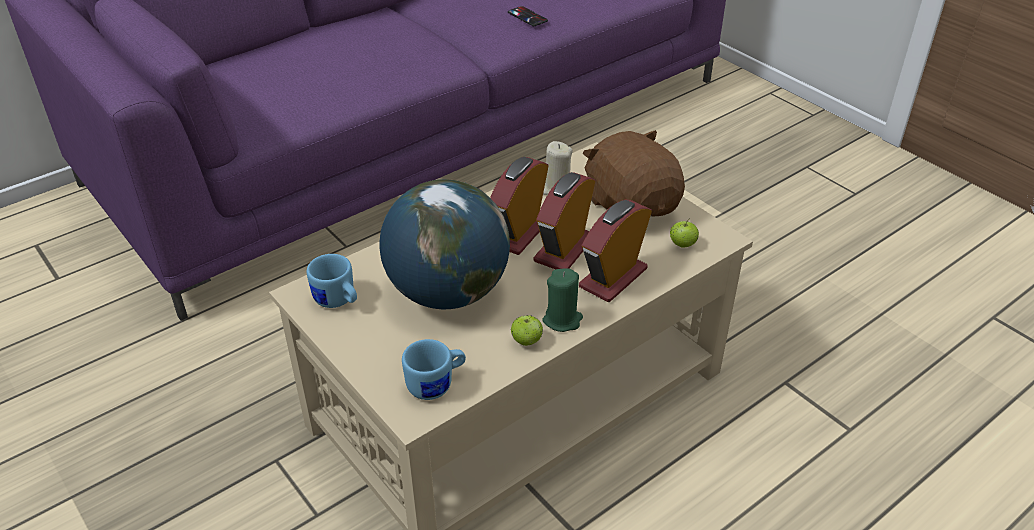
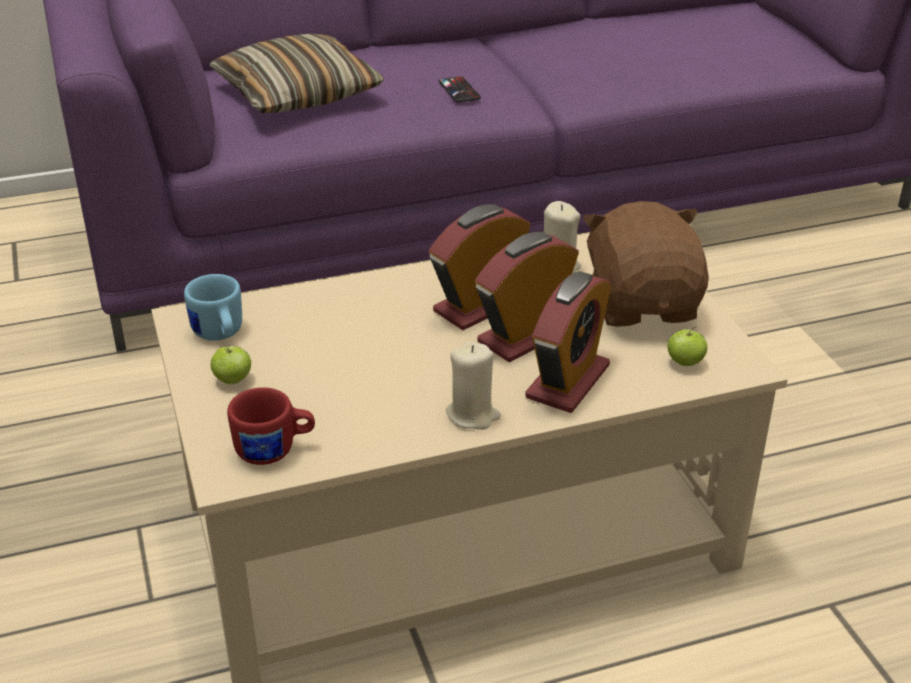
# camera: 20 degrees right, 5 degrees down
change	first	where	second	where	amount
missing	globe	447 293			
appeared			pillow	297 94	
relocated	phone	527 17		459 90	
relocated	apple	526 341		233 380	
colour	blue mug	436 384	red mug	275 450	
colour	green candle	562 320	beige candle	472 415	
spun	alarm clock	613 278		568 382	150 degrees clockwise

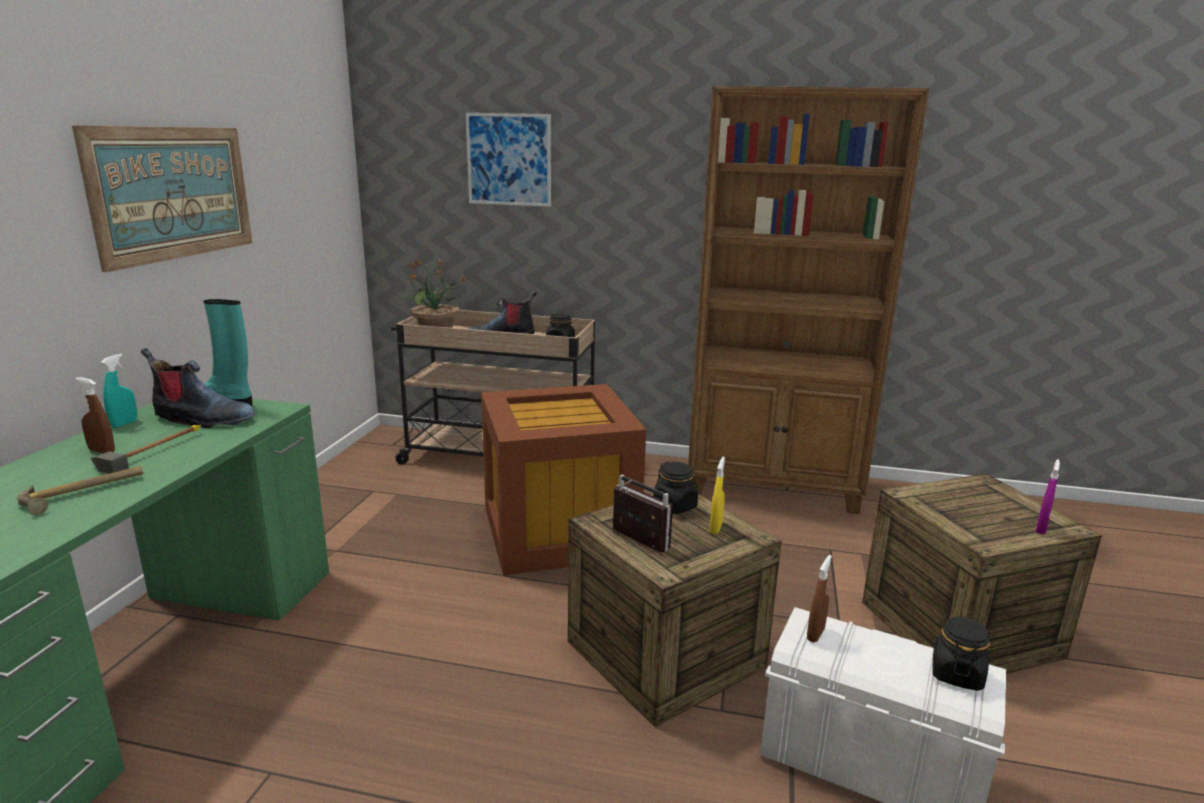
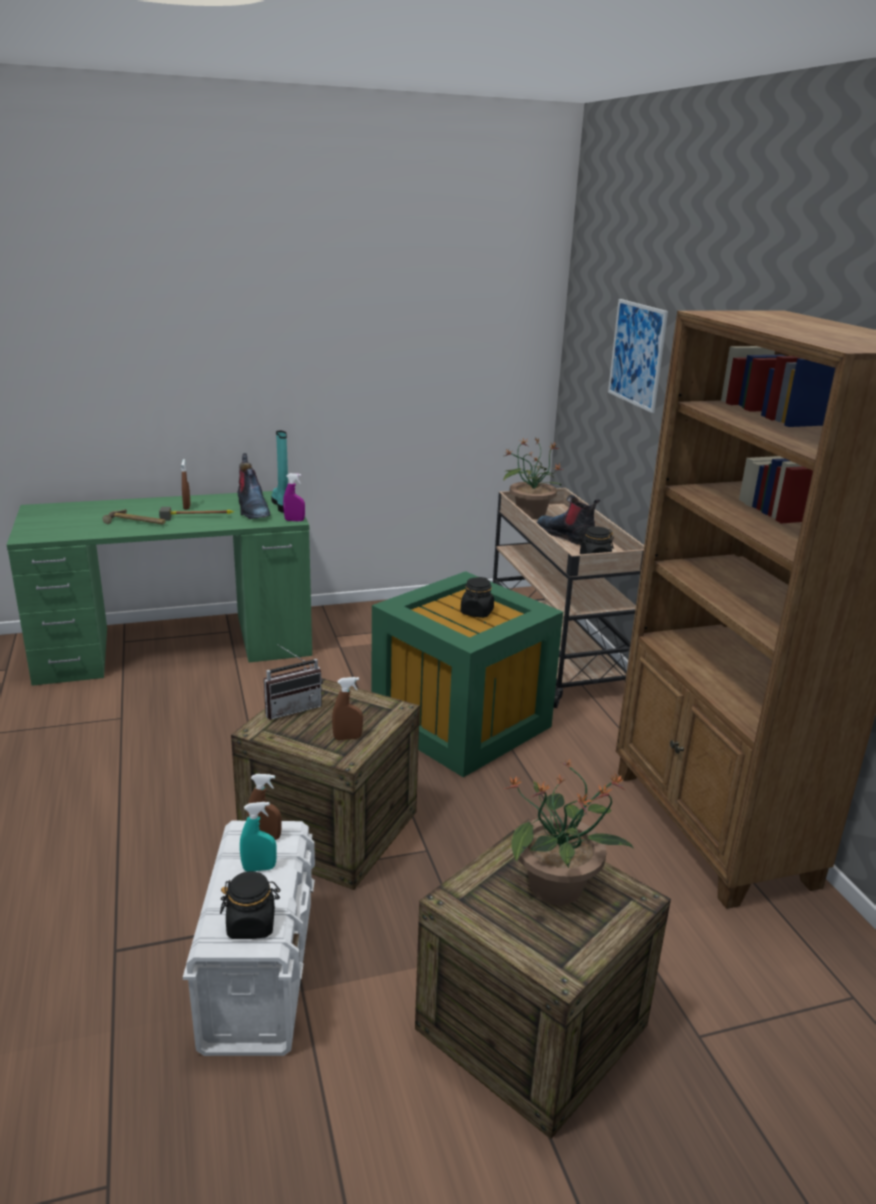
# camera: 60 degrees right, 5 degrees up
change	first	where	second	where	amount
missing	picture	173 193			
appeared			potted plant	558 886	
relocated	turquoise spray bottle	124 423		259 868	
relocated	black jar	675 506		476 612	
relocated	purple spray bottle	1041 529		294 520	
colour	brown storage box	561 532	green storage box	461 725	
colour	yellow spray bottle	716 528	brown spray bottle	347 738	
spun	radio	634 542		292 708	45 degrees clockwise

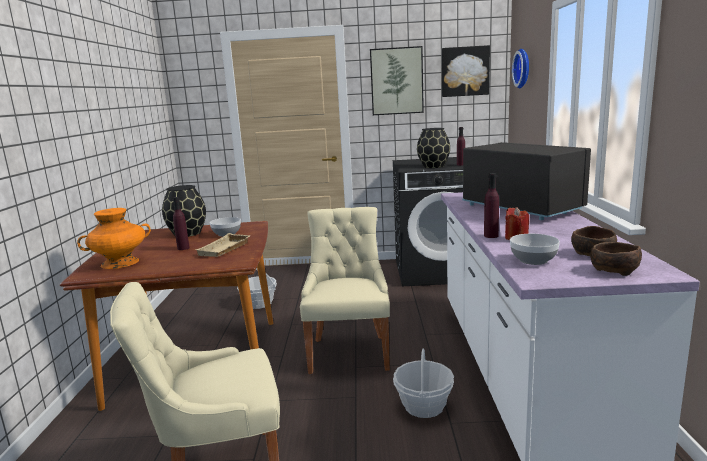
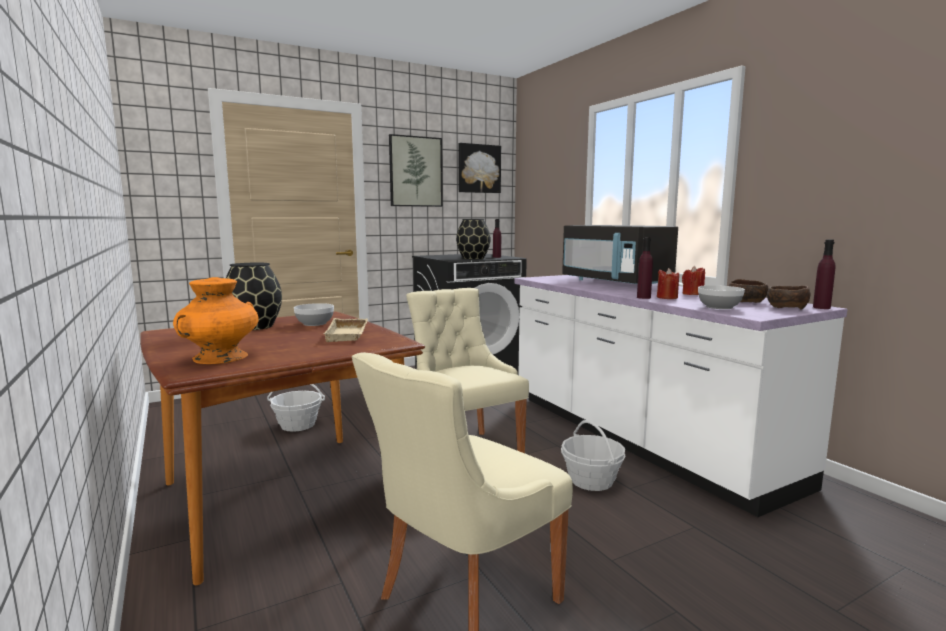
# camera: 30 degrees left, 5 degrees down
change	first	where	second	where	amount
missing	wall clock	523 68			
appeared			red candle	692 294	
relocated	purple bottle	183 248		821 307	
spun	black microwave	521 208		615 283	150 degrees counterclockwise

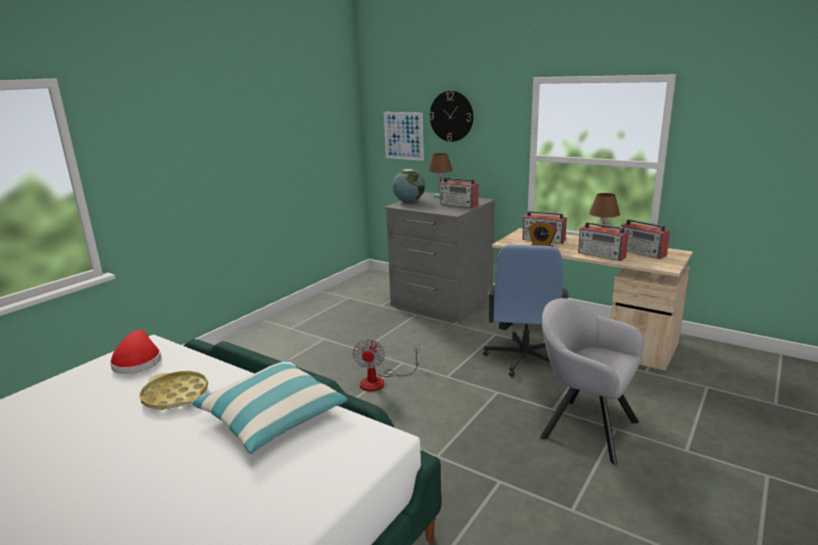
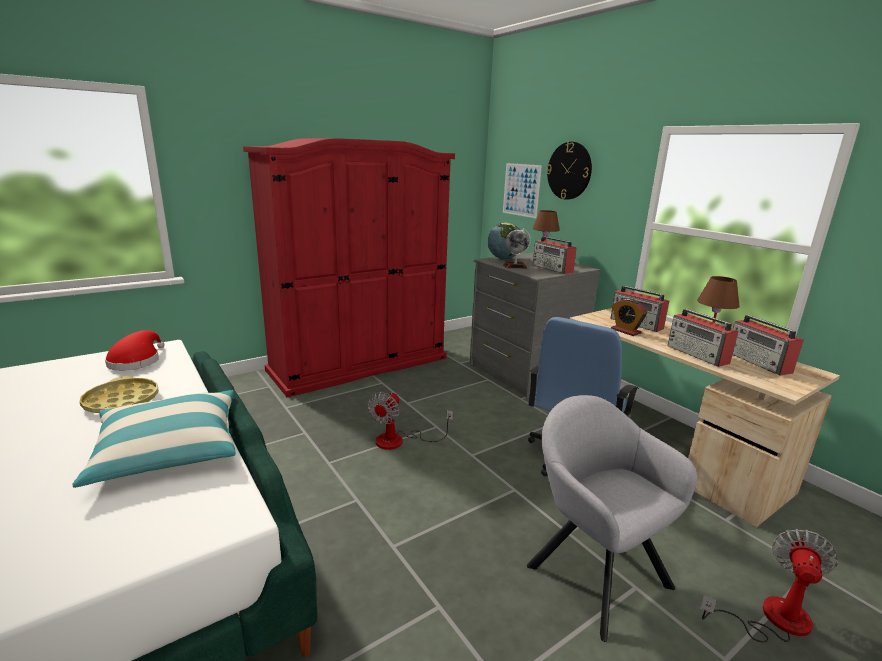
# camera: 20 degrees right, 0 degrees up
change	first	where	second	where	amount
appeared			red wardrobe	359 364	
appeared			globe	515 266	
appeared			fan	771 618	

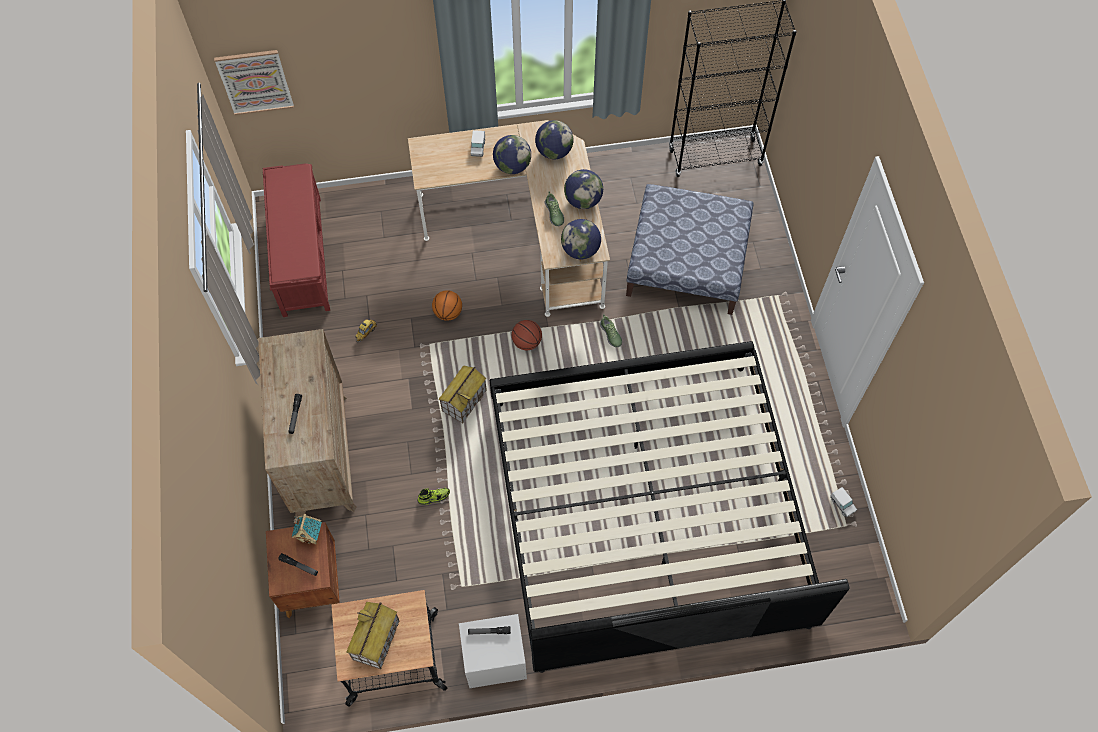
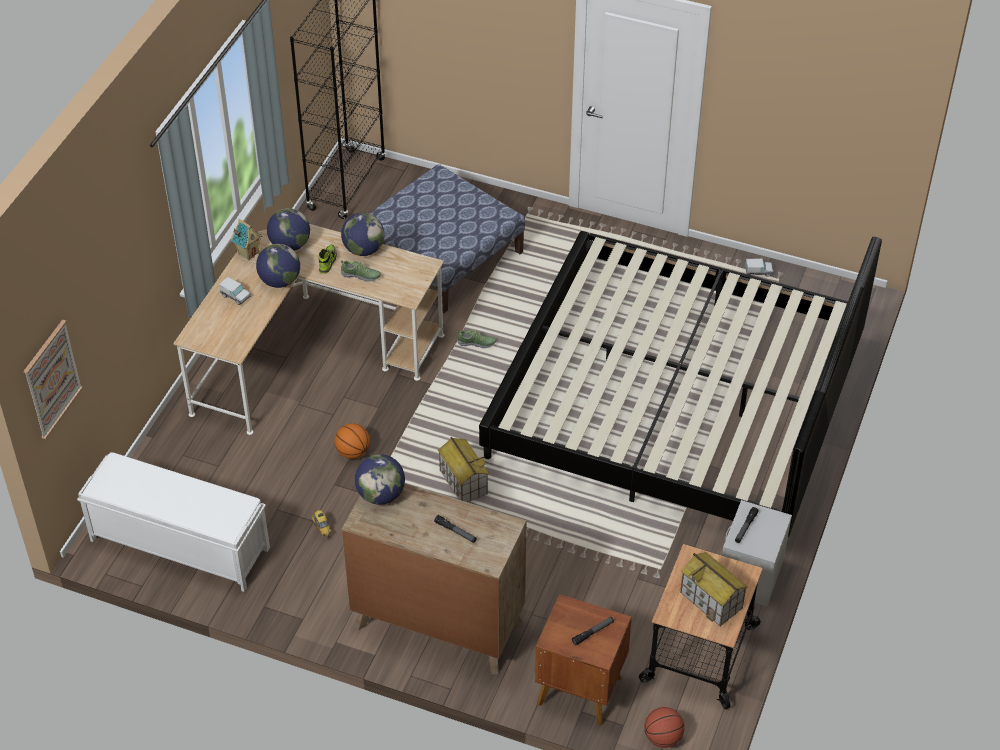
# camera: 60 degrees left, 15 degrees down
change	first	where	second	where	amount
relocated	toy house	311 536		248 253	
relocated	shoe	434 497		327 262	
relocated	basketball	527 342		663 737	
relocated	globe	580 250		381 495	
colour	red bench	302 254	white bench	178 544	

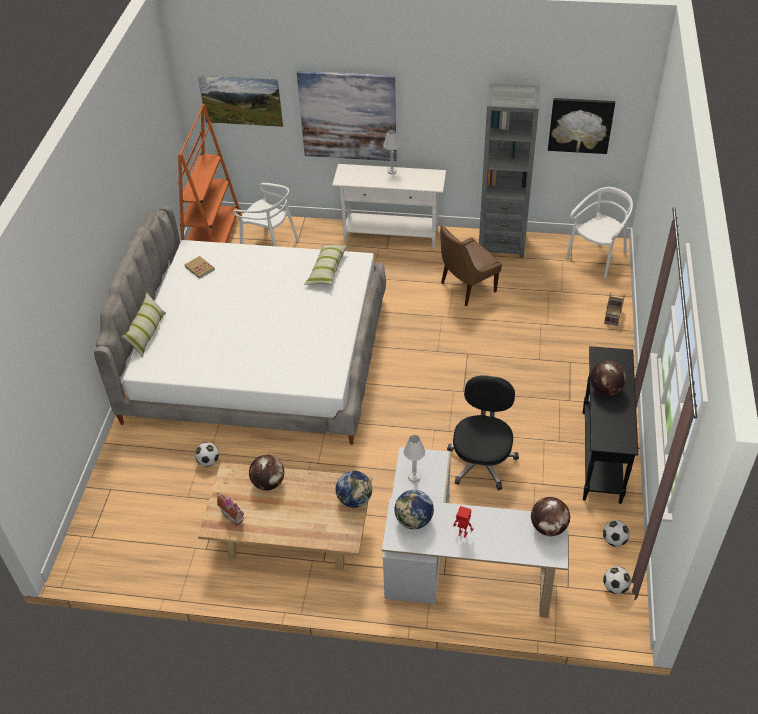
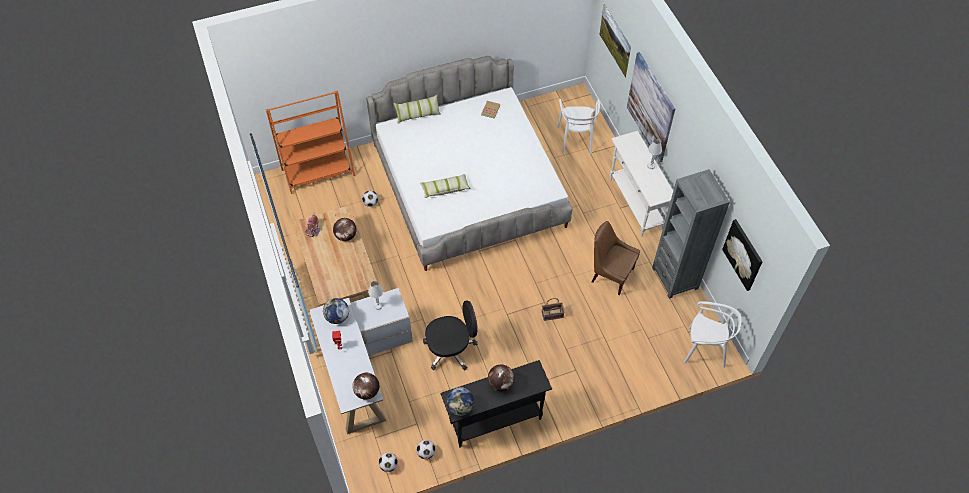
# camera: 60 degrees right, 10 degrees up
change	first	where	second	where	amount
relocated	orange bookcase	213 240		318 173	
relocated	pillow	327 270		445 189	
relocated	globe	355 499		460 407	
relocated	basket	613 317		552 315	

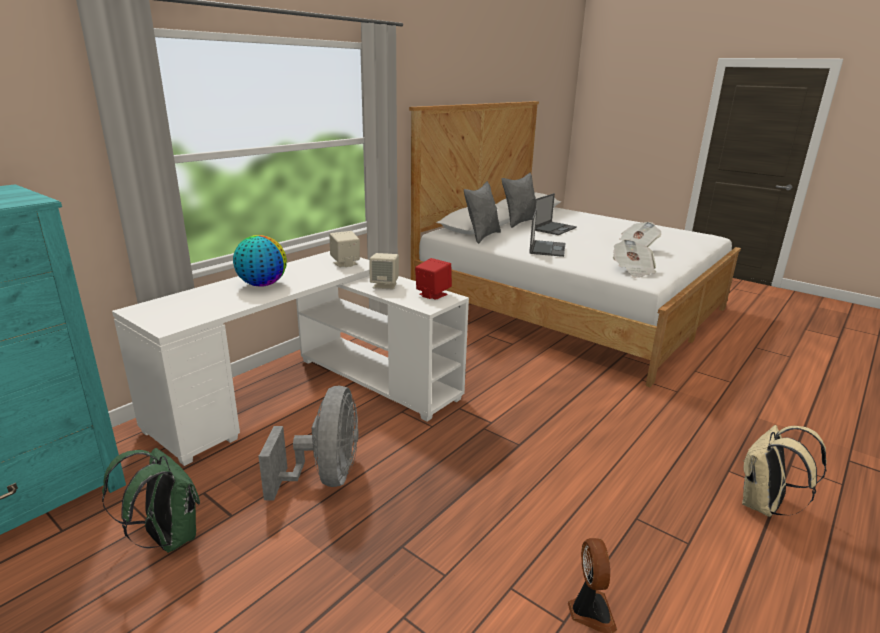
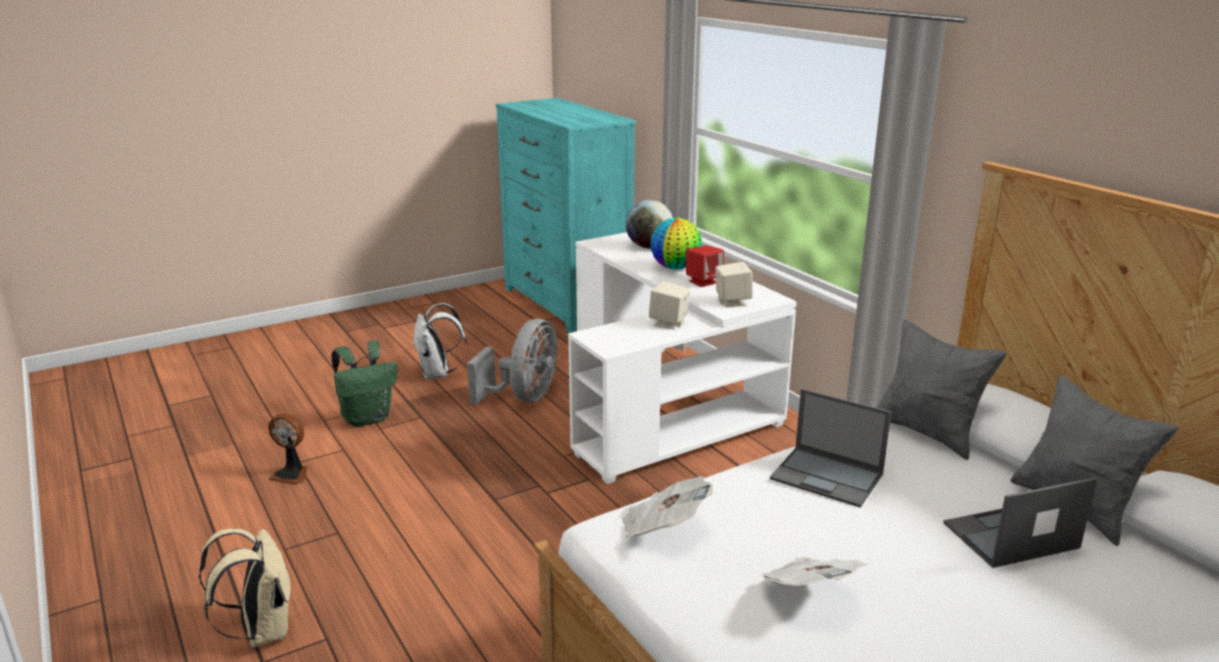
# camera: 110 degrees right, 0 degrees up
change	first	where	second	where	amount
appeared			white backpack	438 374	
appeared			globe	649 247	
relocated	green backpack	167 538		367 418	
relocated	red speaker	432 294		703 281	
spun	grey fan	325 477		524 397	90 degrees counterclockwise
spun	laptop	554 228		1009 536	105 degrees clockwise

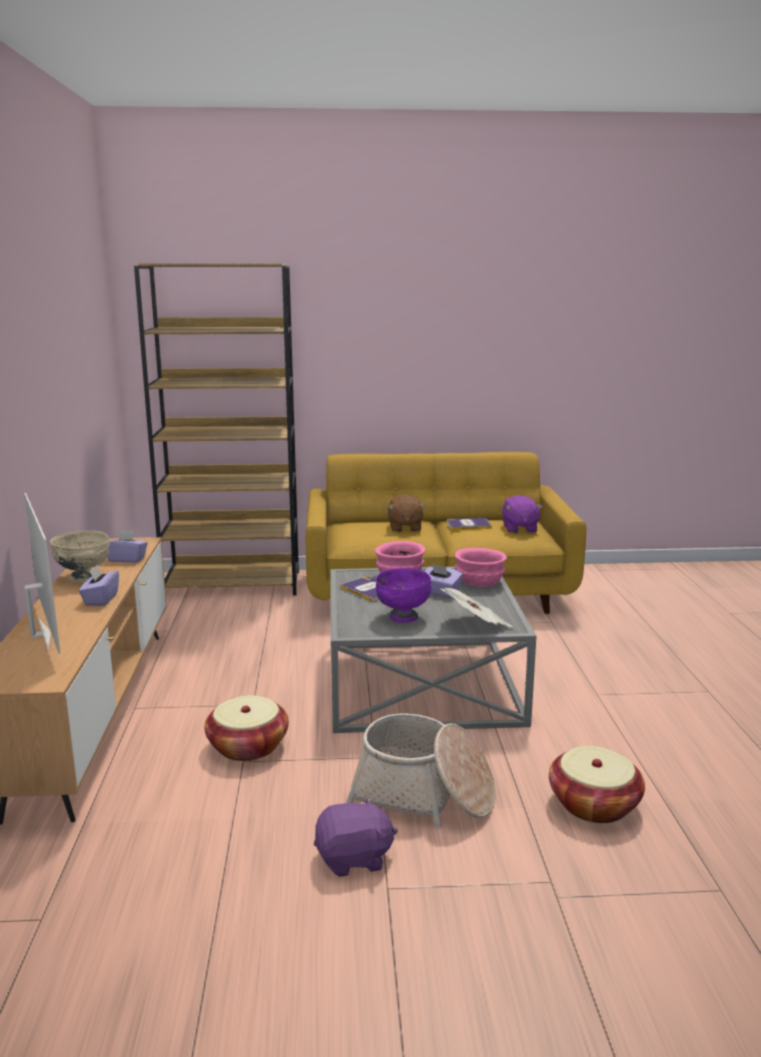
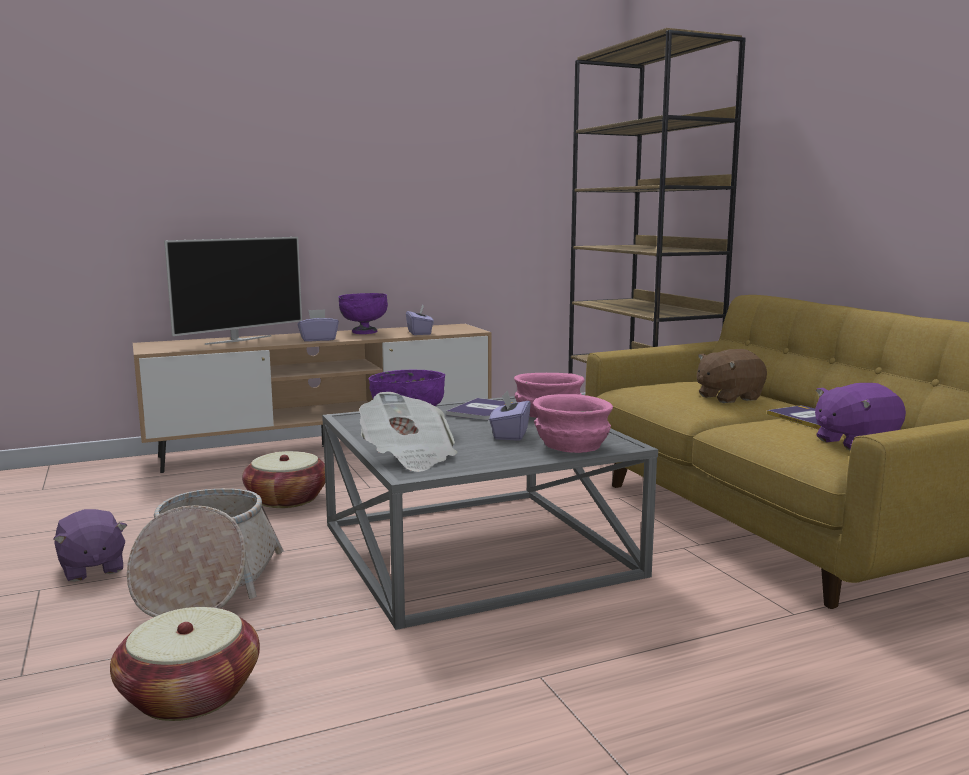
# camera: 70 degrees right, 5 degrees down
change	first	where	second	where	amount
colour	beige bowl	84 578	purple bowl	363 332	

